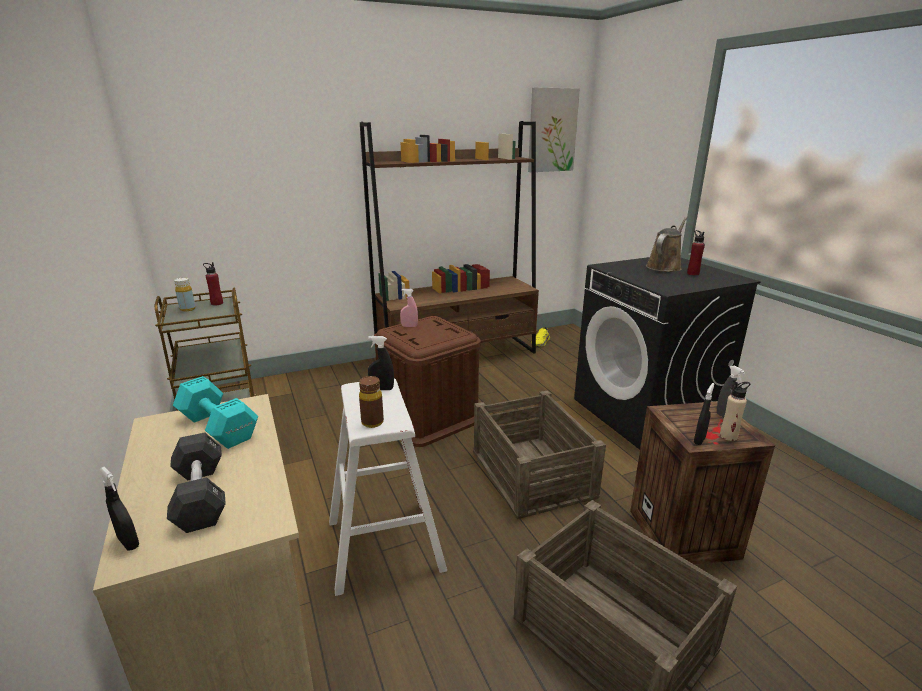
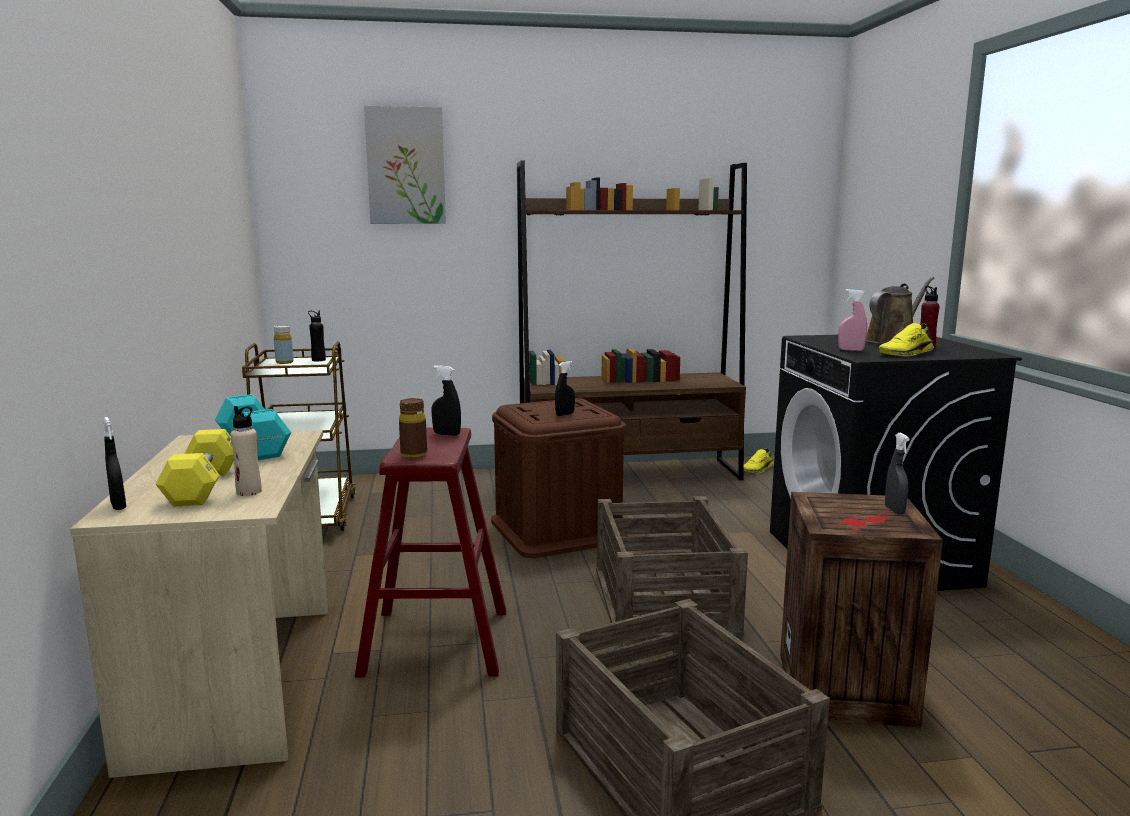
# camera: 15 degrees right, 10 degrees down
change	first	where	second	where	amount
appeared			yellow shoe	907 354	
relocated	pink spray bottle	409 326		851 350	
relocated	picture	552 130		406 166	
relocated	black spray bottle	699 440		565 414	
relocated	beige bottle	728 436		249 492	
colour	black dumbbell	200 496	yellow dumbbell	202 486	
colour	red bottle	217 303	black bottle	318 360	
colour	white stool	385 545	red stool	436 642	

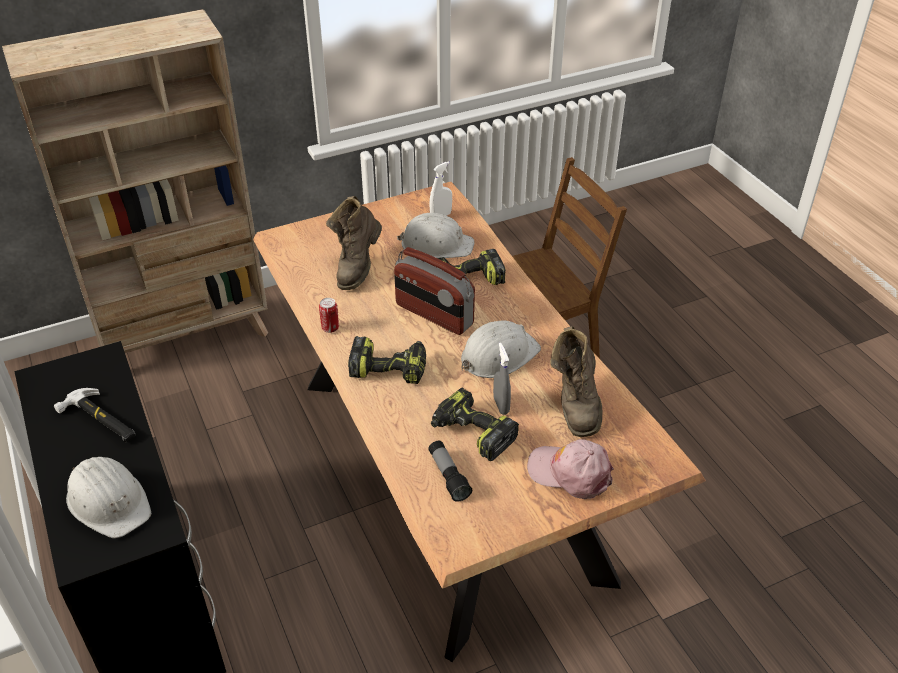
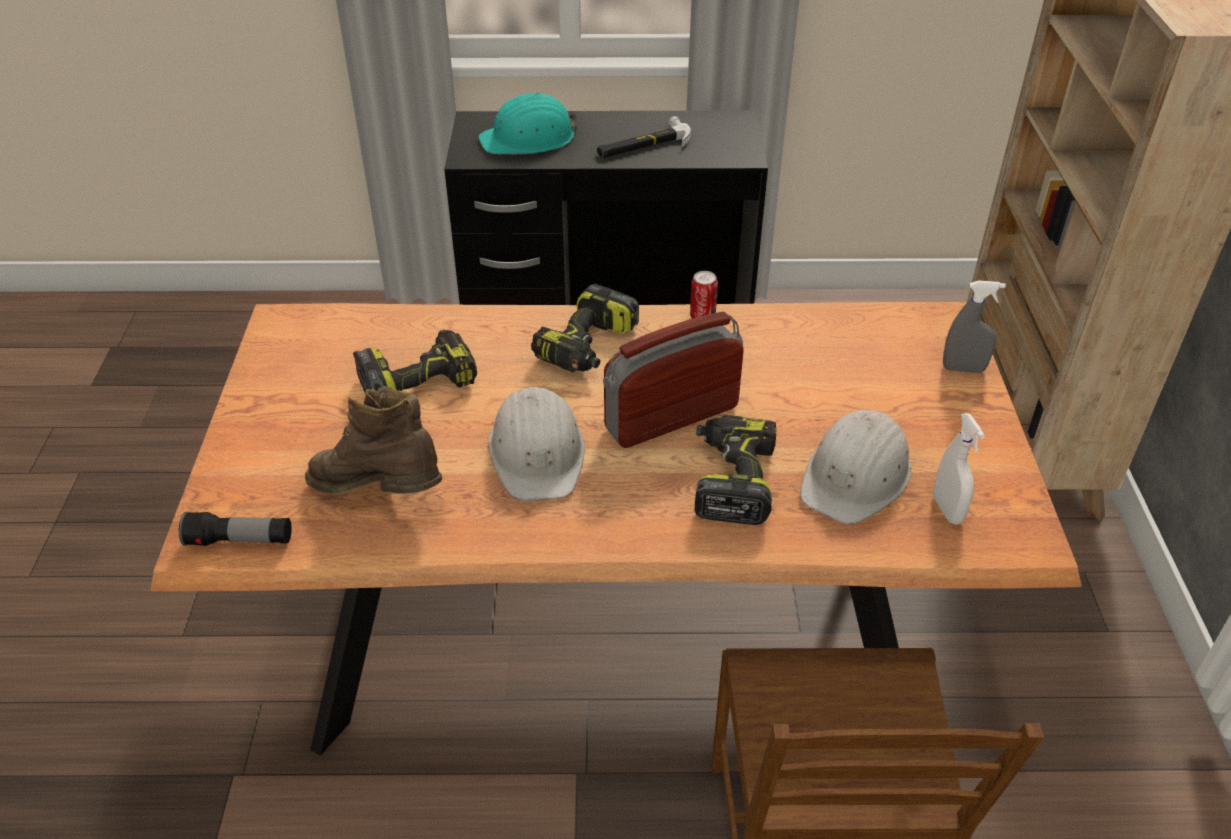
# camera: 115 degrees right, 0 degrees up
change	first	where	second	where	amount
missing	brown boot	357 267			
missing	pink cap	570 473			
relocated	flashlight	448 476		240 541	
relocated	grey spray bottle	501 405		963 369	
colour	white hard hat	109 501	turquoise hard hat	529 139	

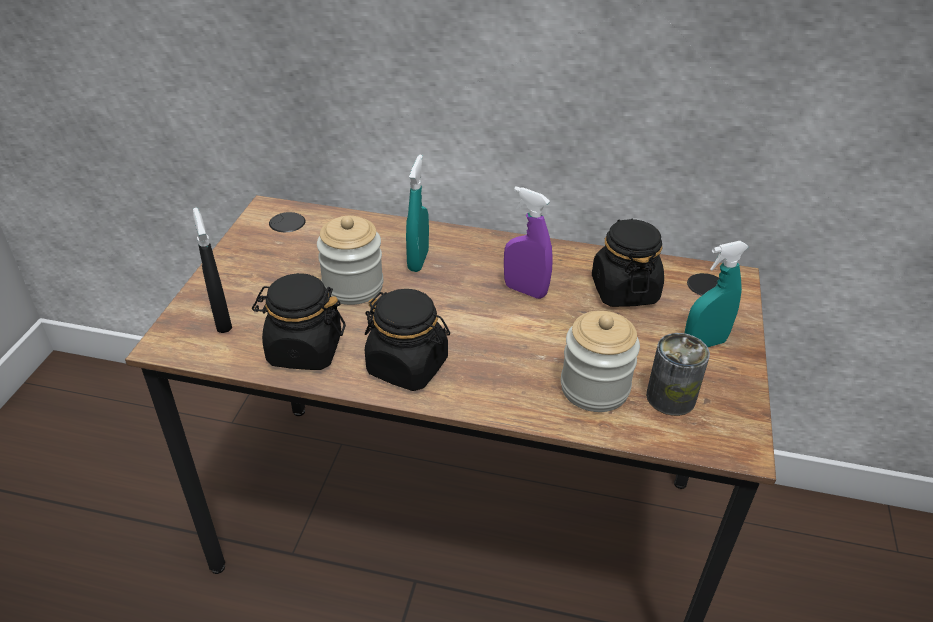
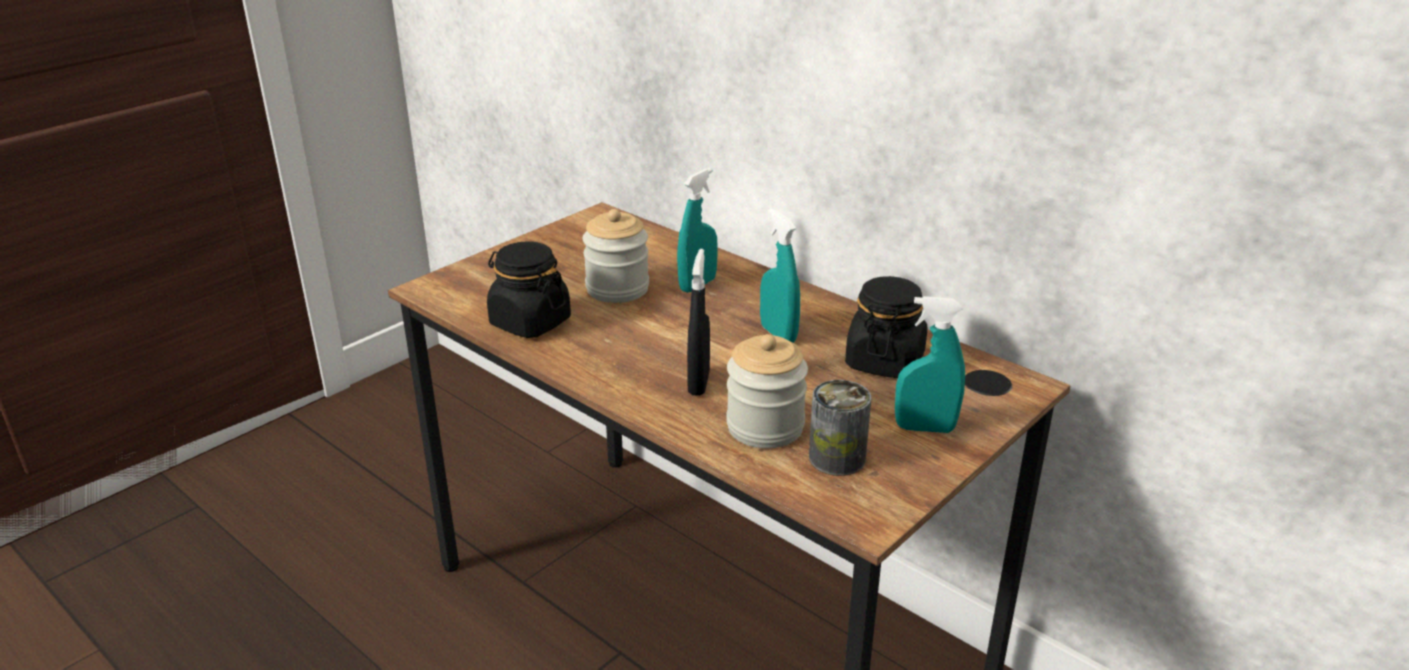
# camera: 30 degrees right, 10 degrees down
change	first	where	second	where	amount
missing	black jar	408 366			
relocated	black spray bottle	222 320		698 383	
colour	purple spray bottle	525 290	turquoise spray bottle	778 334	

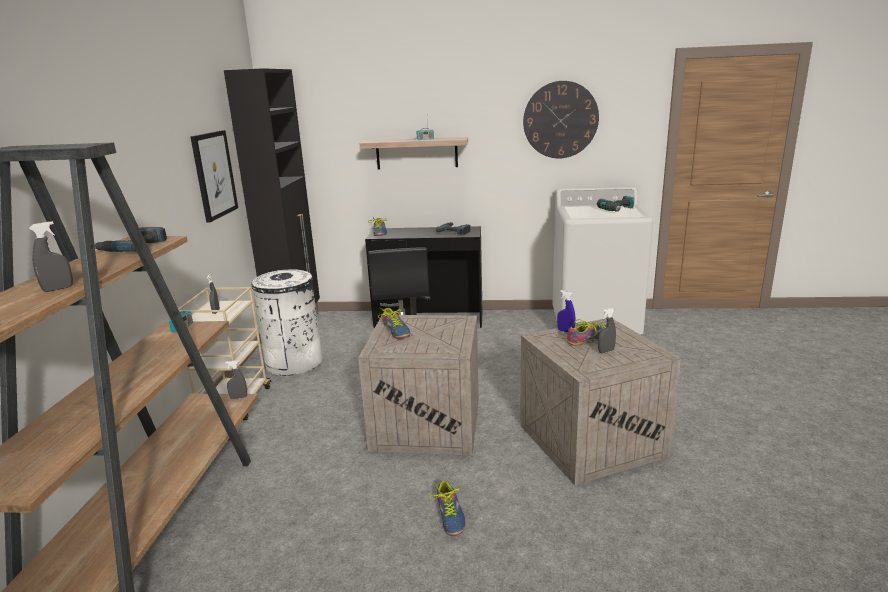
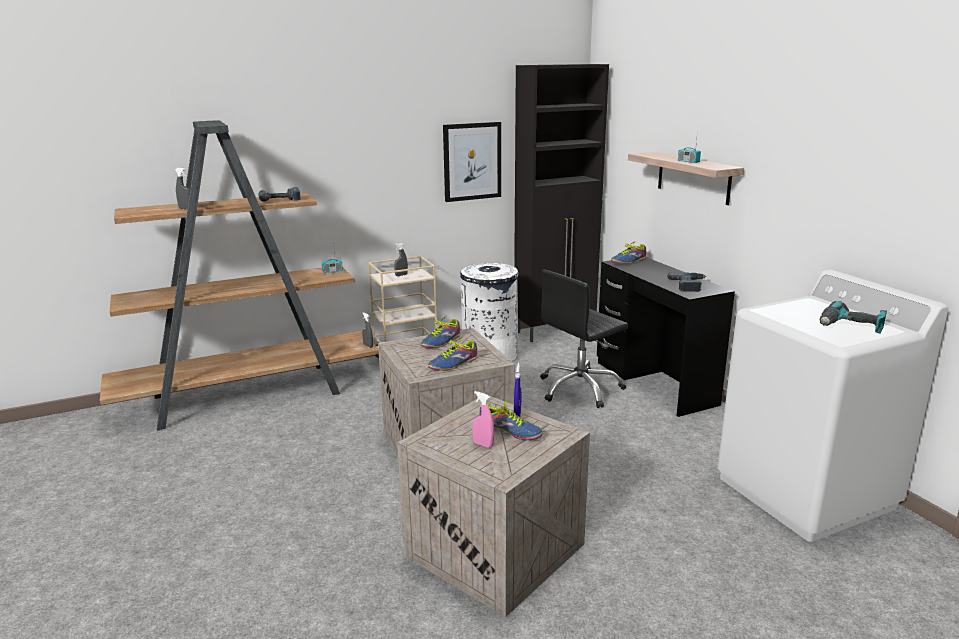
# camera: 60 degrees right, 0 degrees up
change	first	where	second	where	amount
missing	wall clock	560 120			
relocated	shoe	450 515		454 364	
colour	grey spray bottle	606 351	pink spray bottle	483 444	

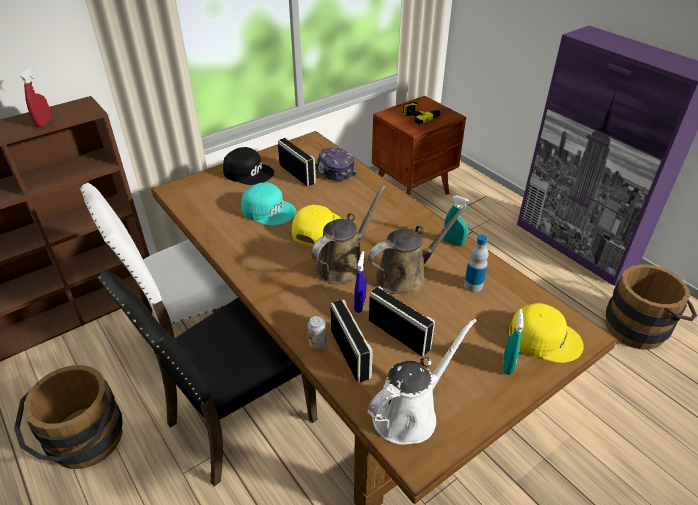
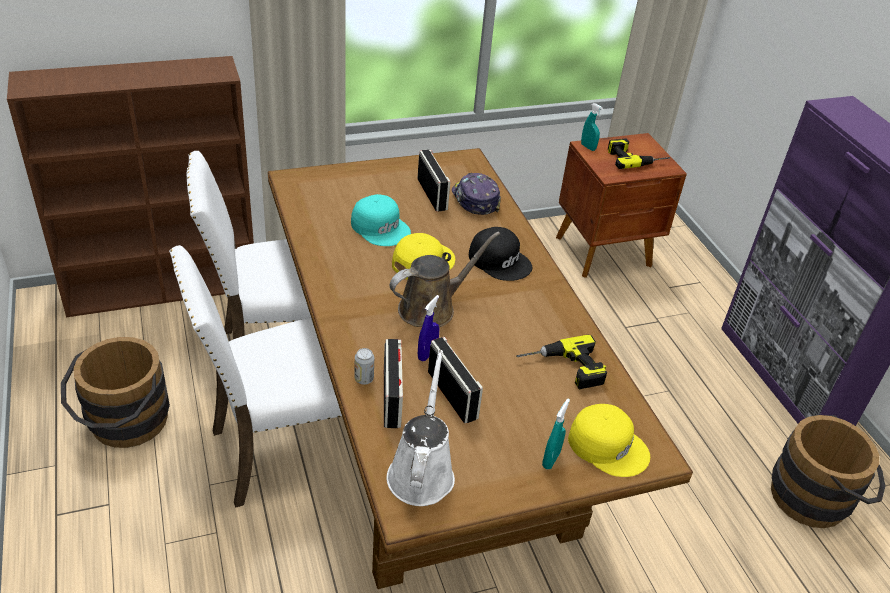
# camera: 15 degrees right, 0 degrees up
change	first	where	second	where	amount
missing	red spray bottle	44 123			
missing	brown watering can	405 276			
relocated	black cap	248 172		500 260	
relocated	turquoise spray bottle	453 242		588 147	
exchanged	bottle	473 285	power drill	562 369	
colour	black chair	237 421	white chair	284 451	
spun	white watering can	409 413		421 471	60 degrees counterclockwise

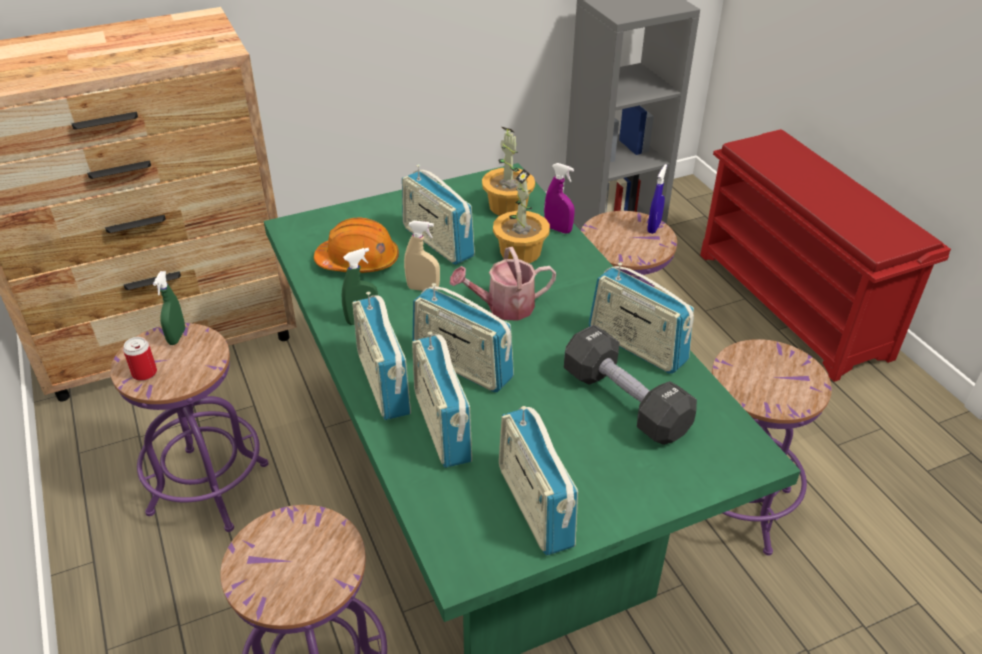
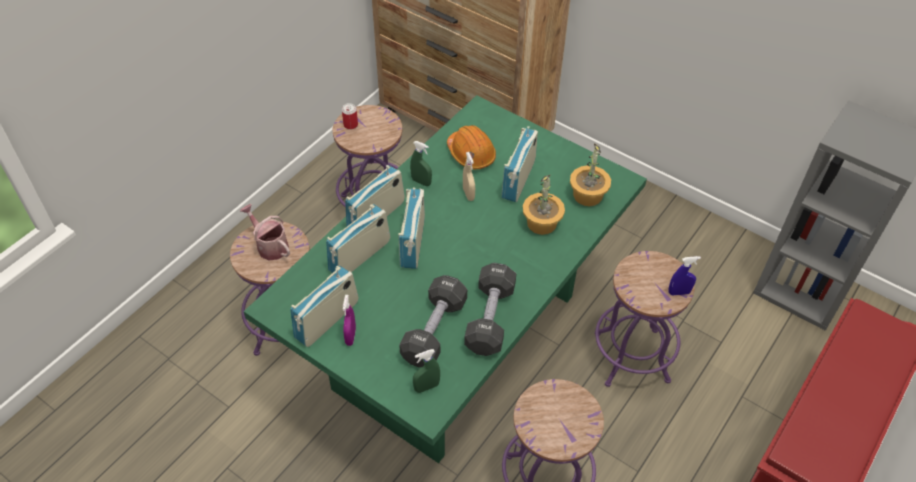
# camera: 60 degrees right, 10 degrees up
change	first	where	second	where	amount
relocated	green spray bottle	177 337		426 387	
relocated	watering can	504 307		269 245	
relocated	purple spray bottle	558 229		350 336	
exchanged	radio	636 346	black dumbbell	490 318	

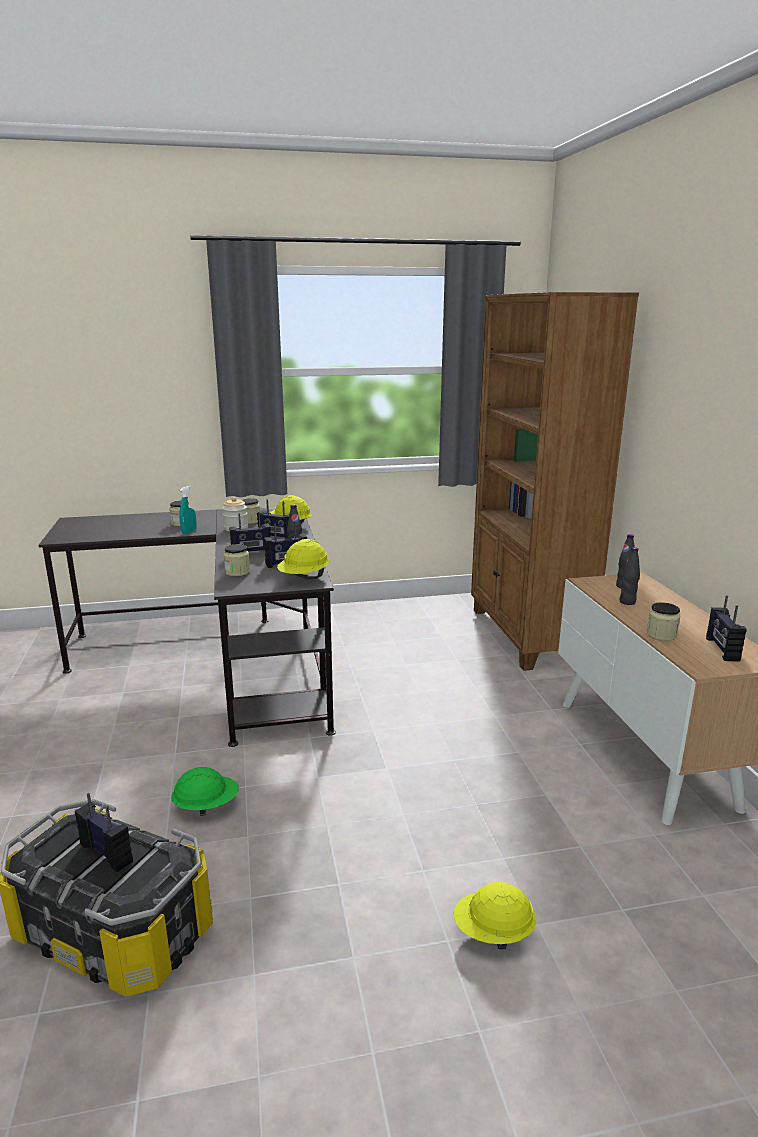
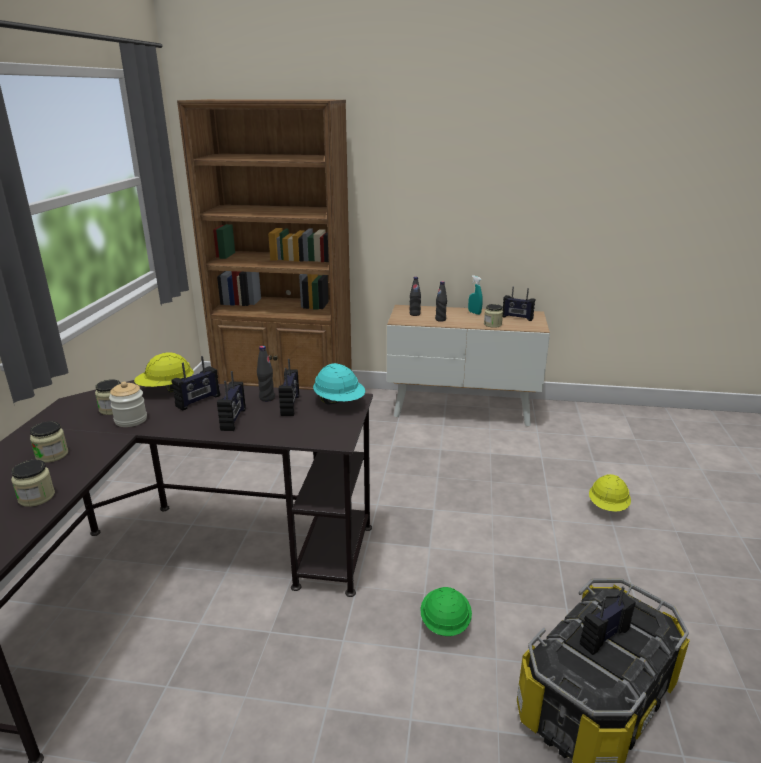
# camera: 70 degrees left, 5 degrees up
change	first	where	second	where	amount
relocated	turquoise spray bottle	189 531		474 313	
relocated	jar	237 572		36 497	
colour	yellow hard hat	304 578	turquoise hard hat	339 402	

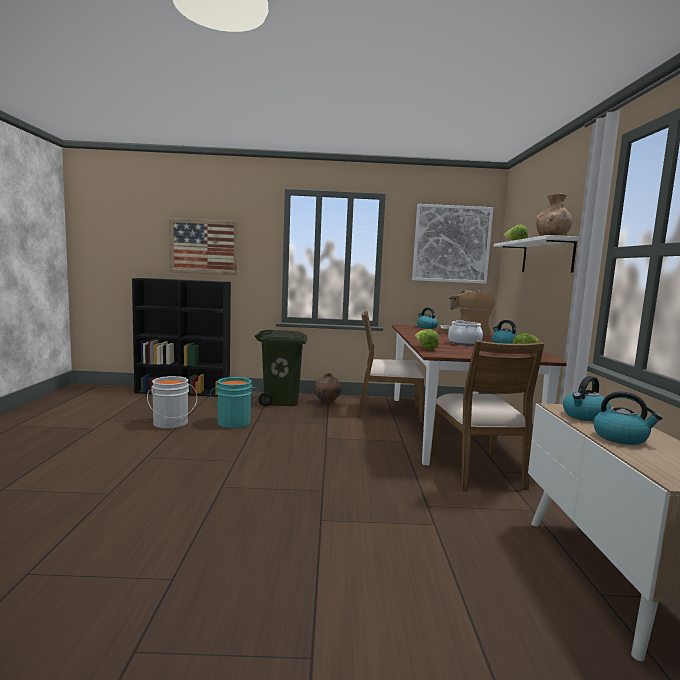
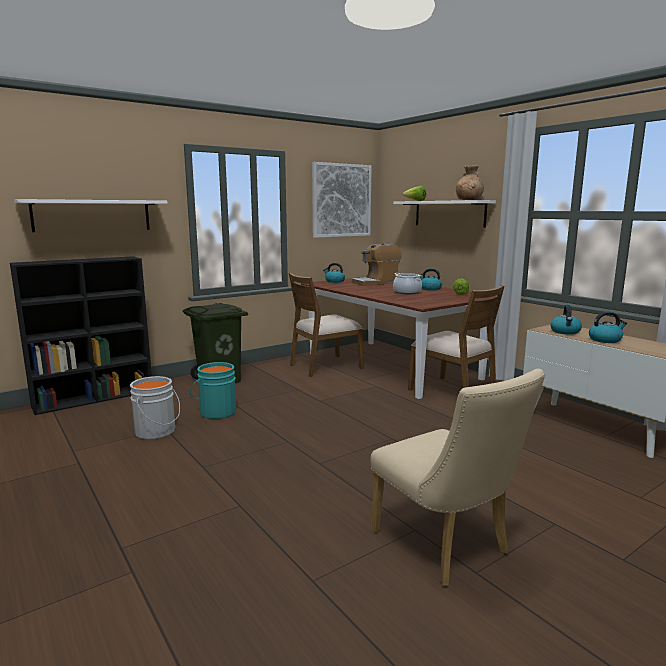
# camera: 35 degrees left, 5 degrees up
change	first	where	second	where	amount
missing	brown vase	327 403			
missing	lettuce	425 348			
appeared			beige chair	446 547	
exchanged	picture	204 246	white shelf	92 215	

